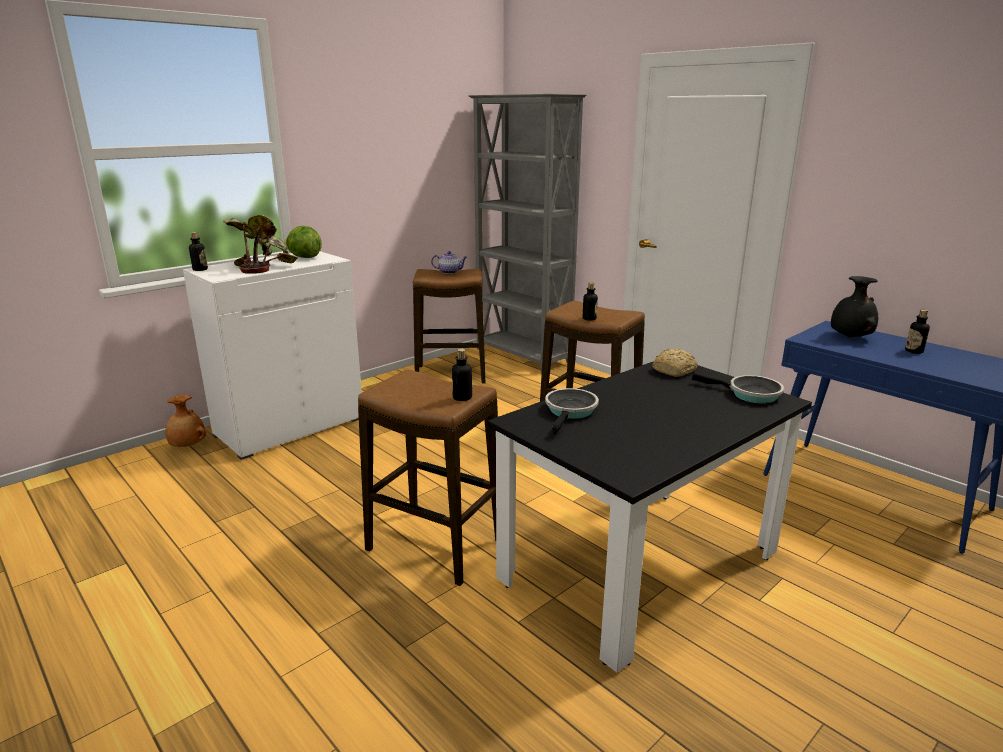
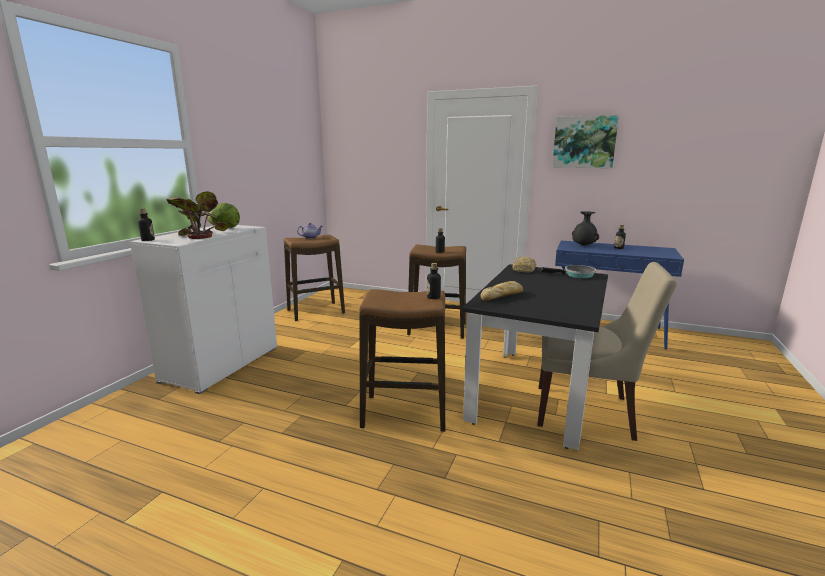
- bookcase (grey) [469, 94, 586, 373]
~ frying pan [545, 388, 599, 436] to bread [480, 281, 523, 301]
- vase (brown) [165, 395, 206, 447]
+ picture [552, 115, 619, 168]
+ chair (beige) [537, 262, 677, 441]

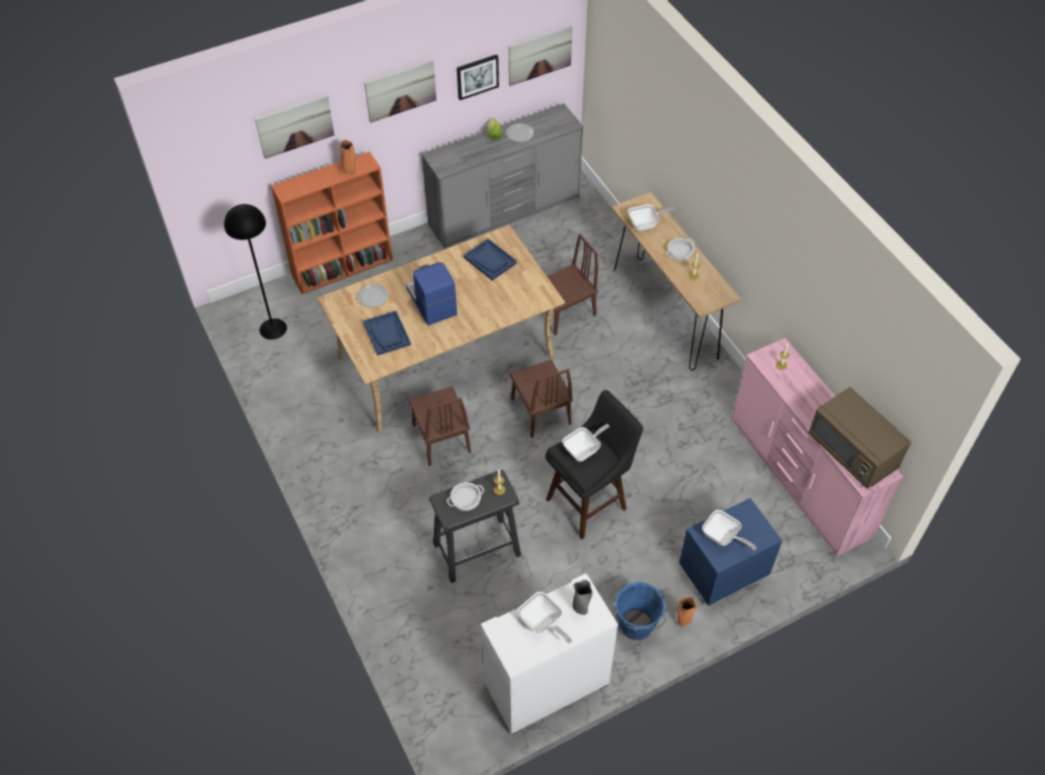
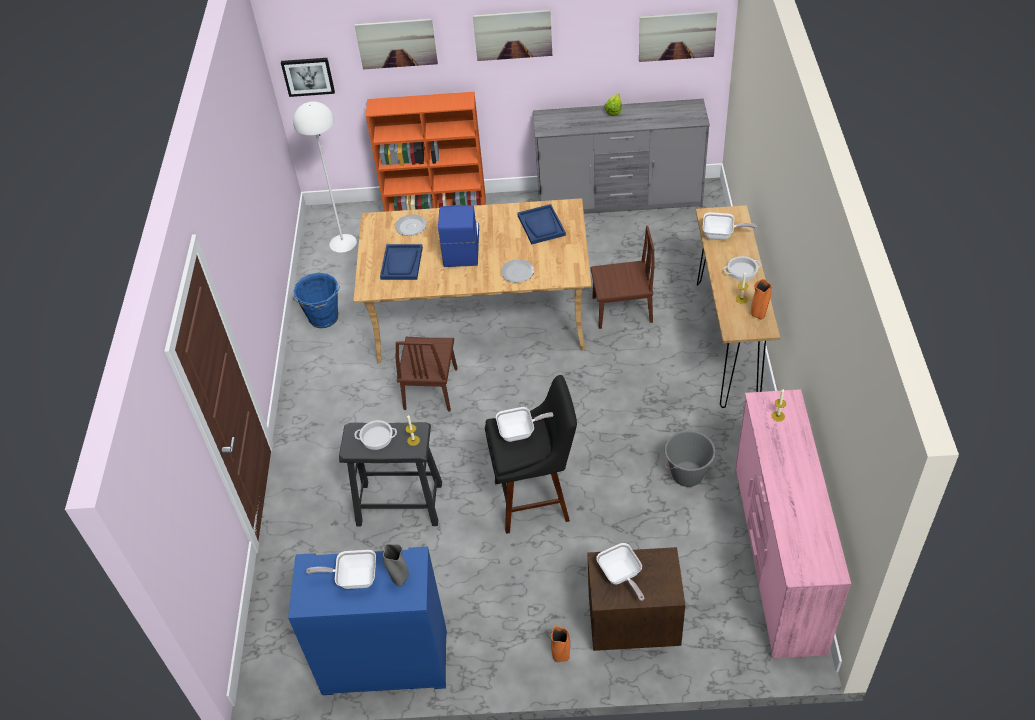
~ picture [457, 54, 499, 100] to [281, 58, 335, 97]
~ plate [506, 123, 534, 142] to [501, 259, 534, 283]
~ vase (orange) [339, 140, 355, 174] to [751, 279, 772, 320]
~ floor lamp (black) [224, 204, 287, 340] to floor lamp (white) [293, 101, 357, 253]
- chair (brown) [509, 360, 573, 438]
- microwave (brown) [808, 387, 911, 489]
~ nightstand (blue) [679, 498, 782, 606] to nightstand (brown) [588, 547, 685, 651]
~ cabinet (white) [481, 573, 618, 735] to cabinet (blue) [288, 547, 447, 695]
~ bucket (blue) [615, 582, 667, 640] to [293, 273, 340, 328]
~ frying pan [518, 592, 572, 644] = [306, 550, 376, 589] 105 degrees clockwise
+ bucket (grey) [664, 430, 715, 487]

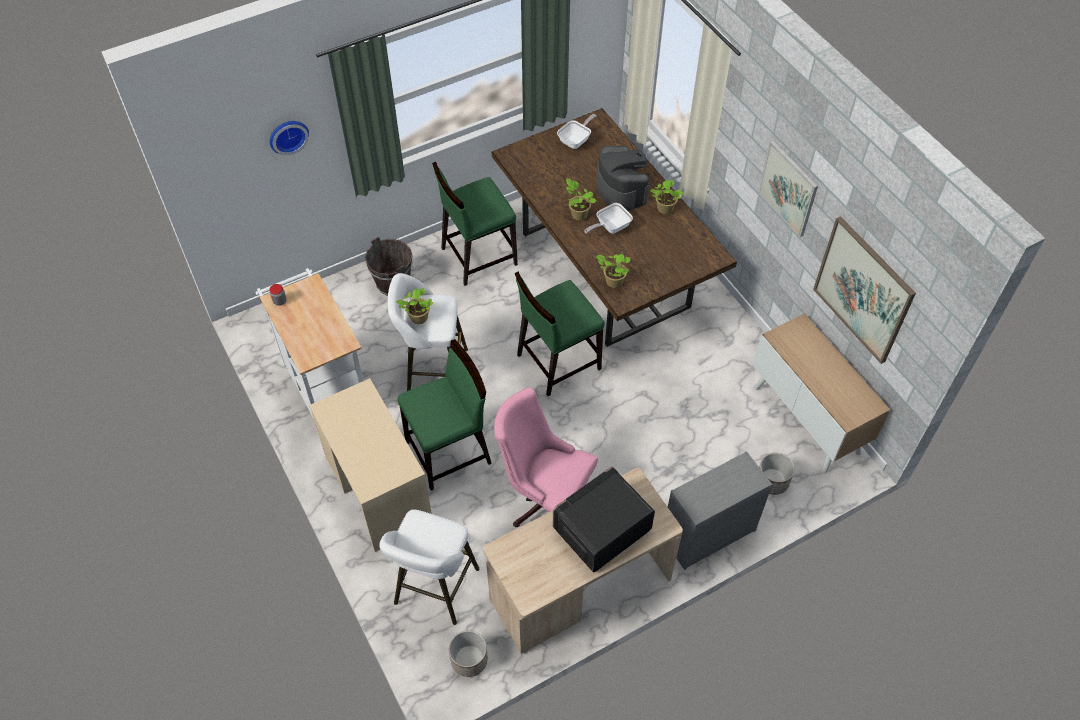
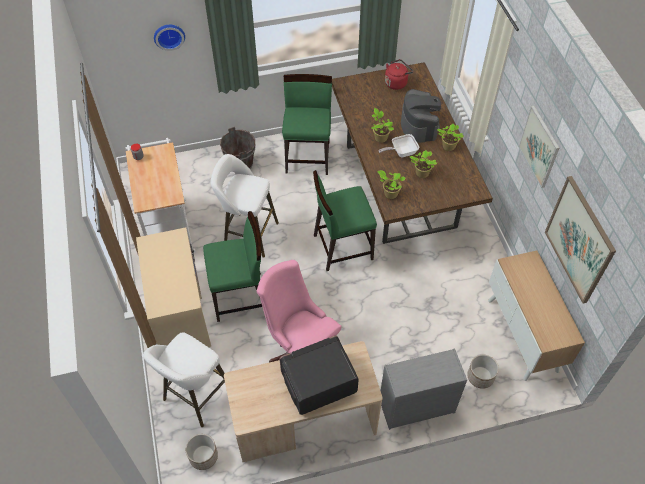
~ frying pan [557, 114, 597, 149] to kettle (red) [385, 59, 413, 90]
~ chair (green) [432, 162, 518, 286] = [282, 74, 332, 175] 105 degrees clockwise
~ potted plant [396, 288, 433, 324] to [410, 150, 437, 178]

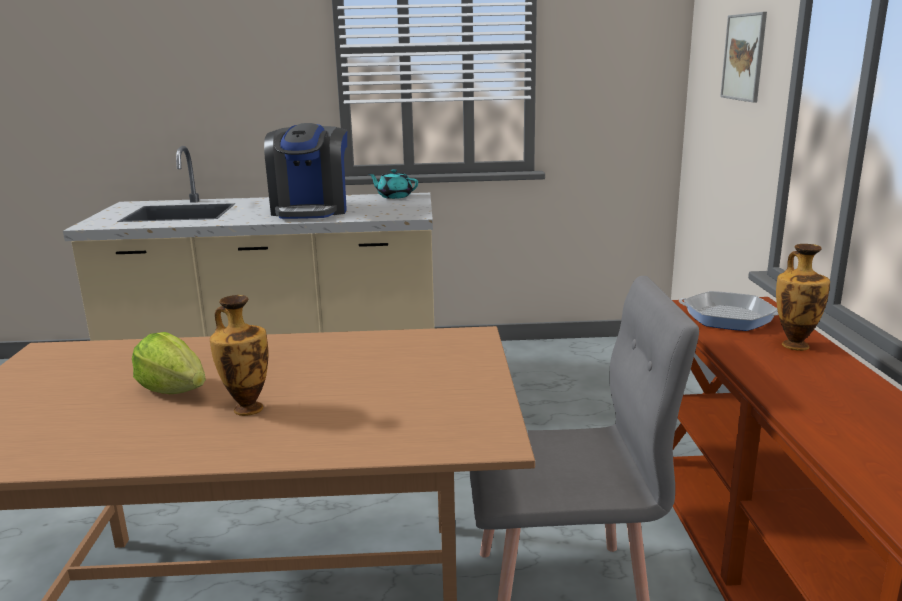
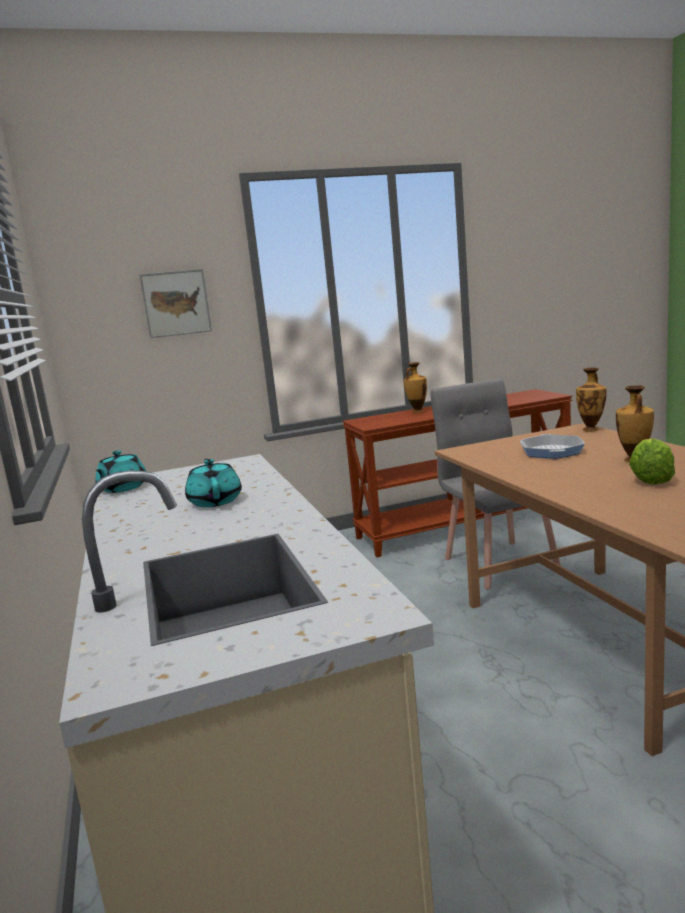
~ coffee machine [264, 123, 347, 219] to teapot (turquoise) [185, 459, 242, 507]
~ frying pan [679, 291, 779, 331] to [520, 434, 585, 459]
+ vase [576, 367, 607, 431]

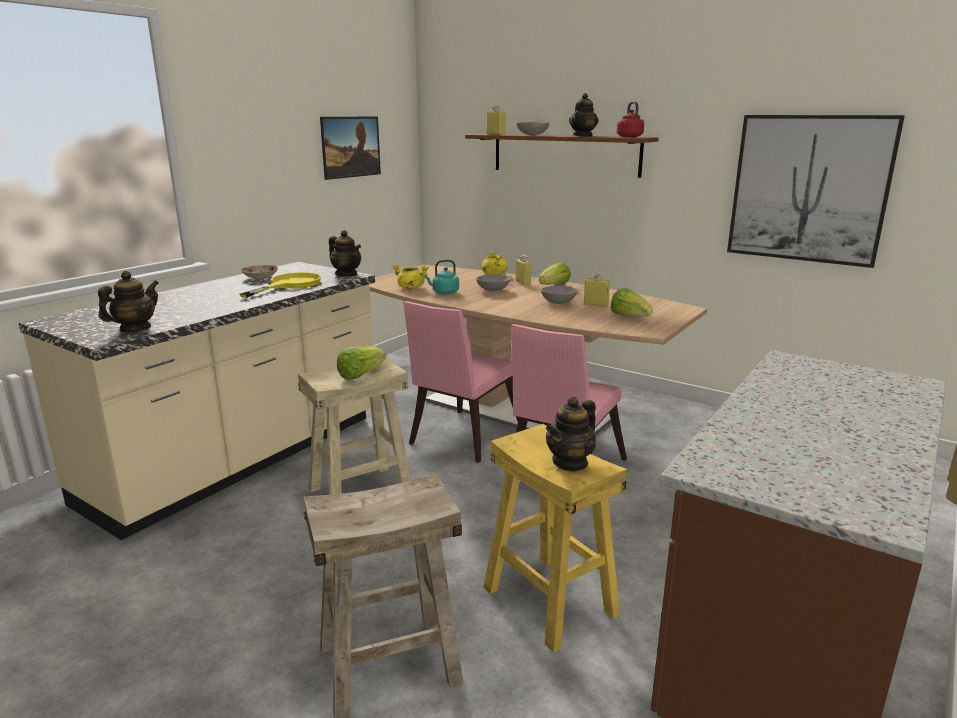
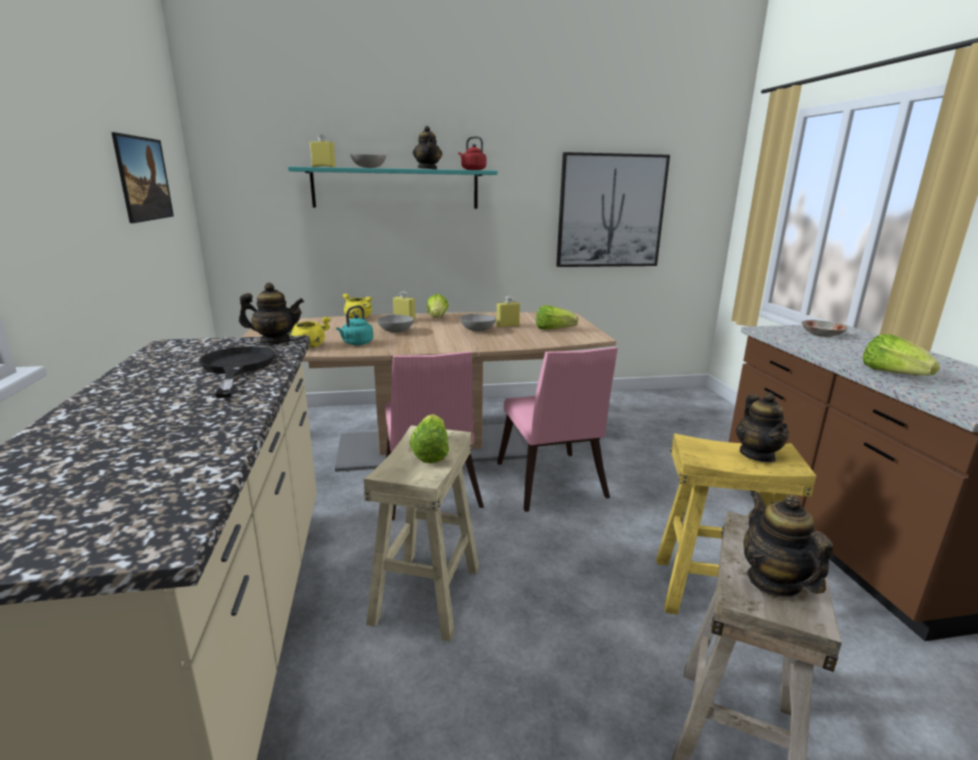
~ shelf (brown) [465, 134, 659, 178] to shelf (turquoise) [288, 167, 498, 209]
~ plate [241, 265, 278, 279] to [801, 320, 848, 337]
~ teapot [98, 271, 159, 332] to [743, 492, 833, 598]
~ frying pan (yellow) [239, 272, 321, 298] to frying pan (black) [199, 346, 275, 398]
+ lettuce [863, 334, 940, 375]

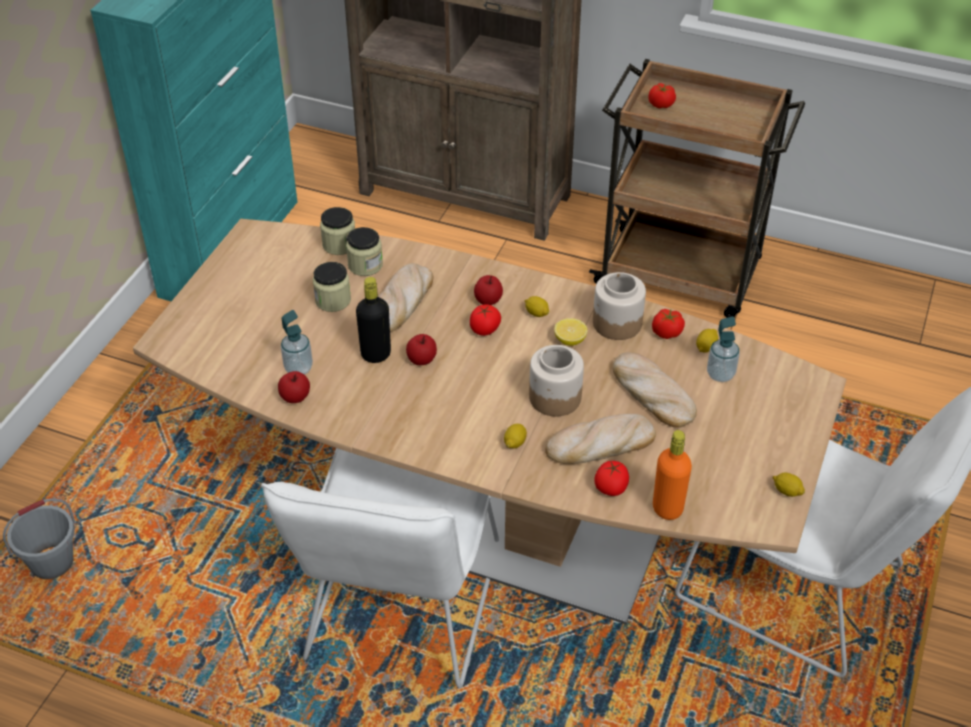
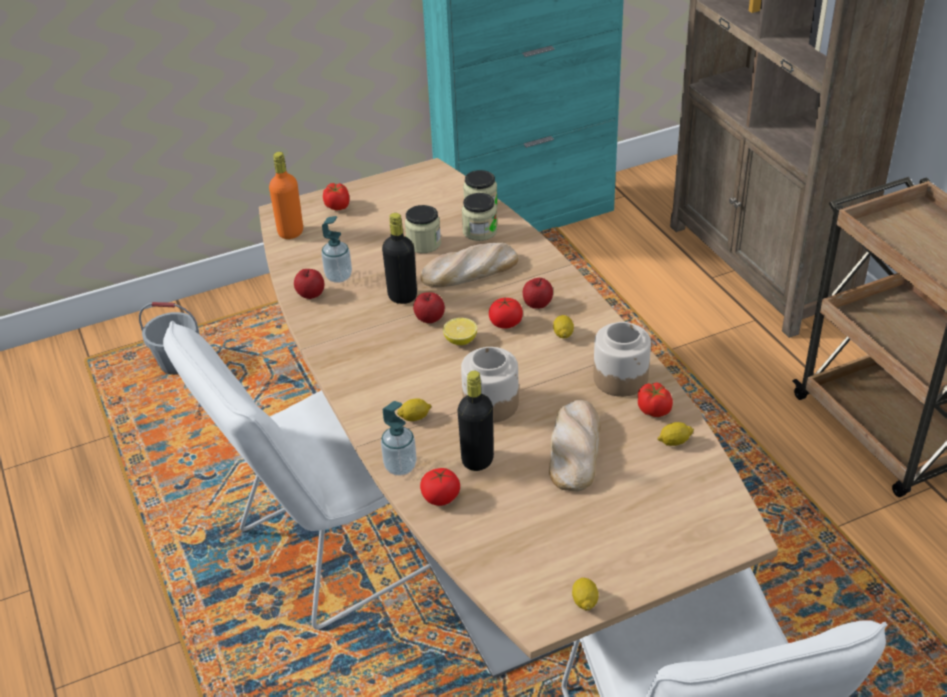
~ tomato [648, 83, 676, 108] to [323, 183, 350, 211]
~ soap dispenser [707, 317, 740, 382] to [381, 401, 417, 476]
~ lemon [554, 318, 587, 346] to [443, 318, 477, 345]
~ bread [545, 414, 656, 464] to bottle (black) [458, 371, 494, 471]
~ bottle (orange) [653, 430, 692, 520] to [269, 152, 303, 239]

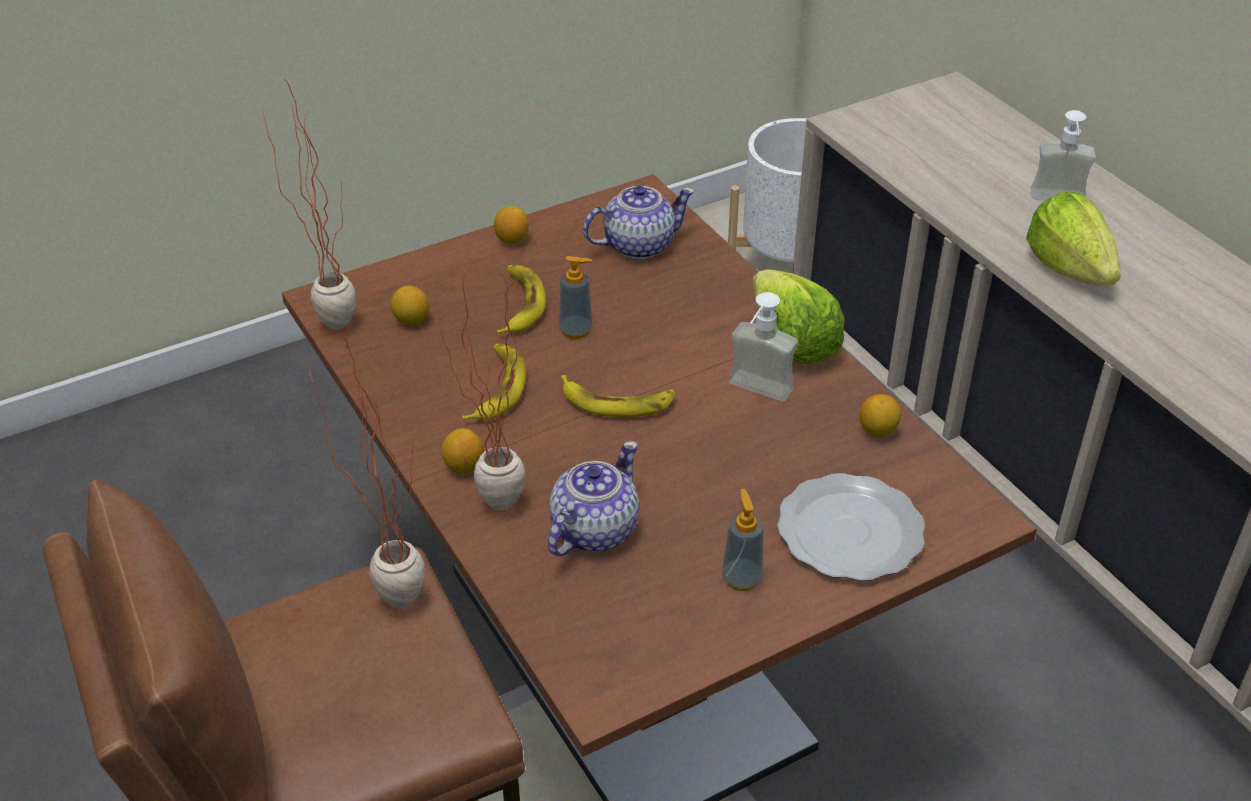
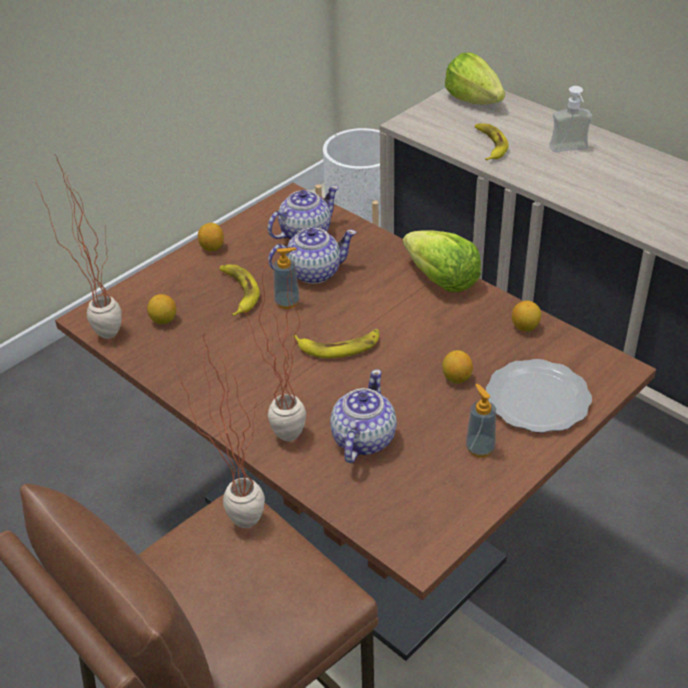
~ lettuce [1026, 192, 1121, 286] to [445, 52, 505, 104]
- soap dispenser [729, 292, 798, 401]
~ banana [463, 344, 526, 420] to [475, 123, 509, 161]
~ lemon [441, 428, 484, 474] to [442, 350, 473, 383]
+ teapot [268, 228, 357, 284]

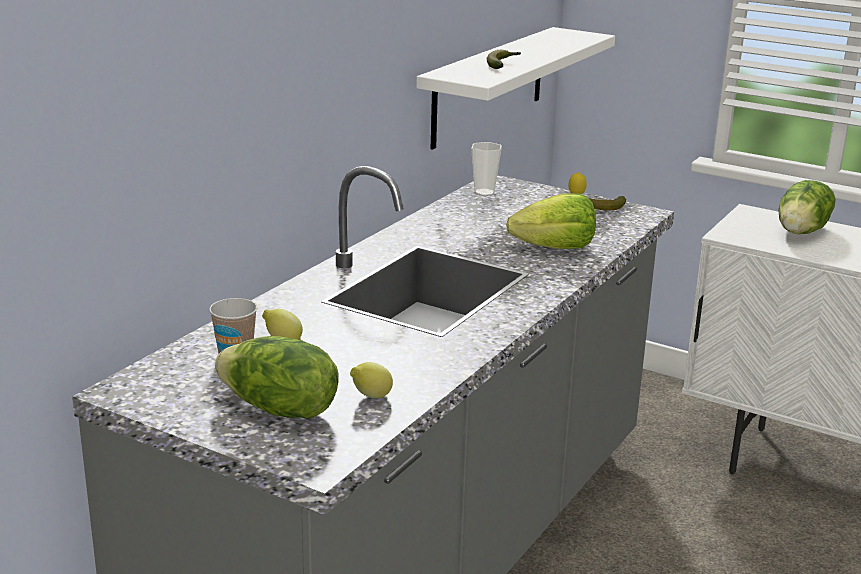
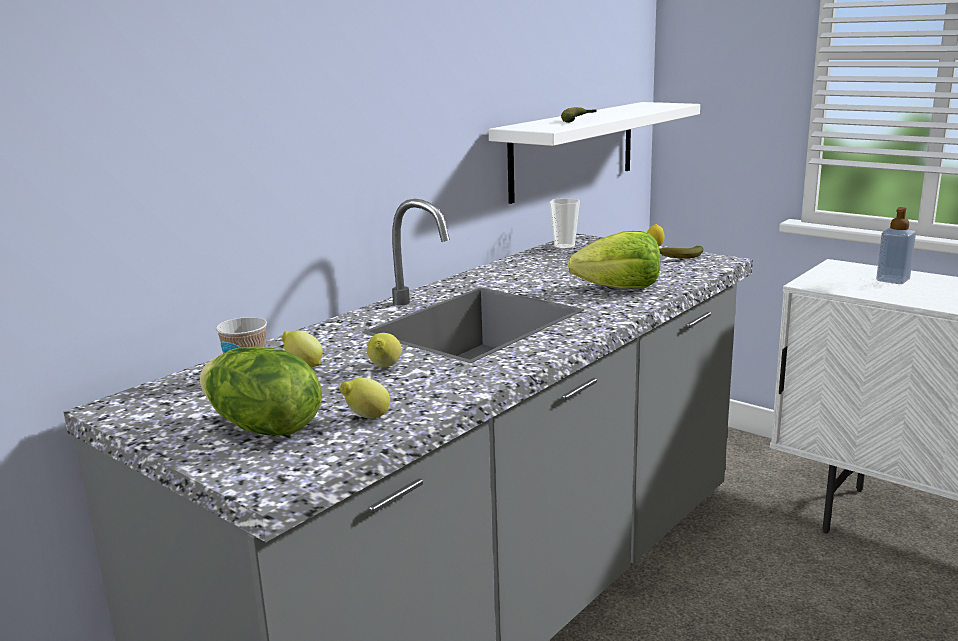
~ lettuce [779, 180, 836, 234] to soap dispenser [876, 207, 916, 284]
+ lemon [367, 333, 401, 367]

